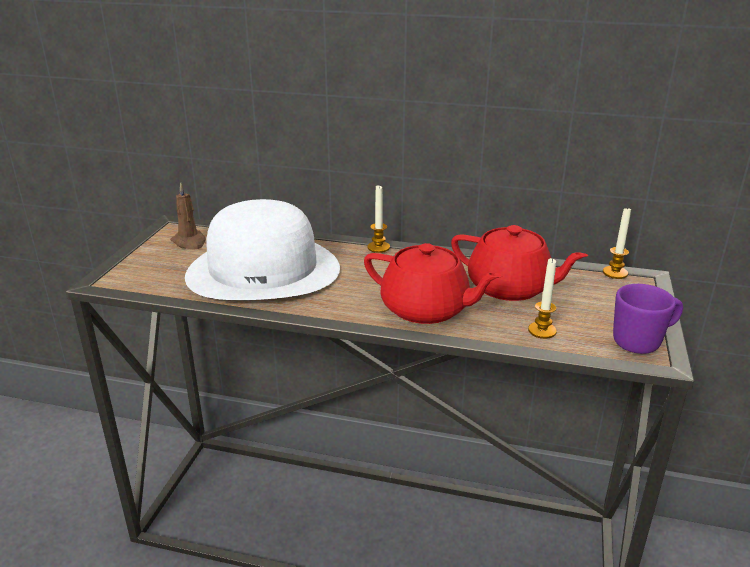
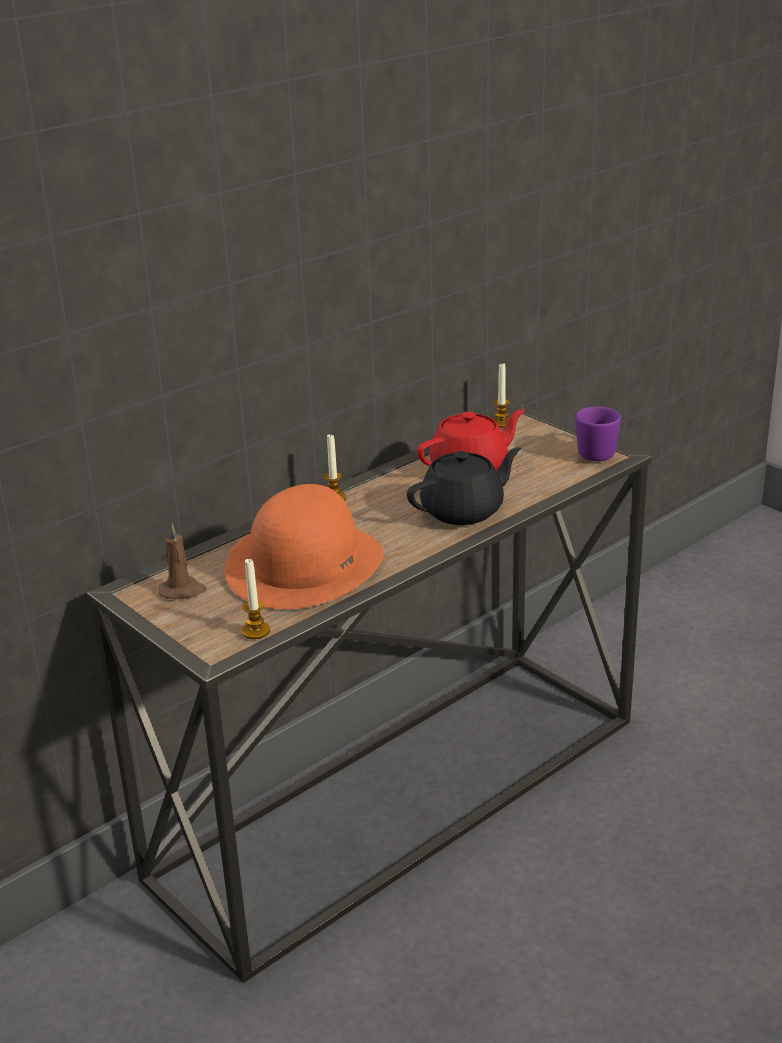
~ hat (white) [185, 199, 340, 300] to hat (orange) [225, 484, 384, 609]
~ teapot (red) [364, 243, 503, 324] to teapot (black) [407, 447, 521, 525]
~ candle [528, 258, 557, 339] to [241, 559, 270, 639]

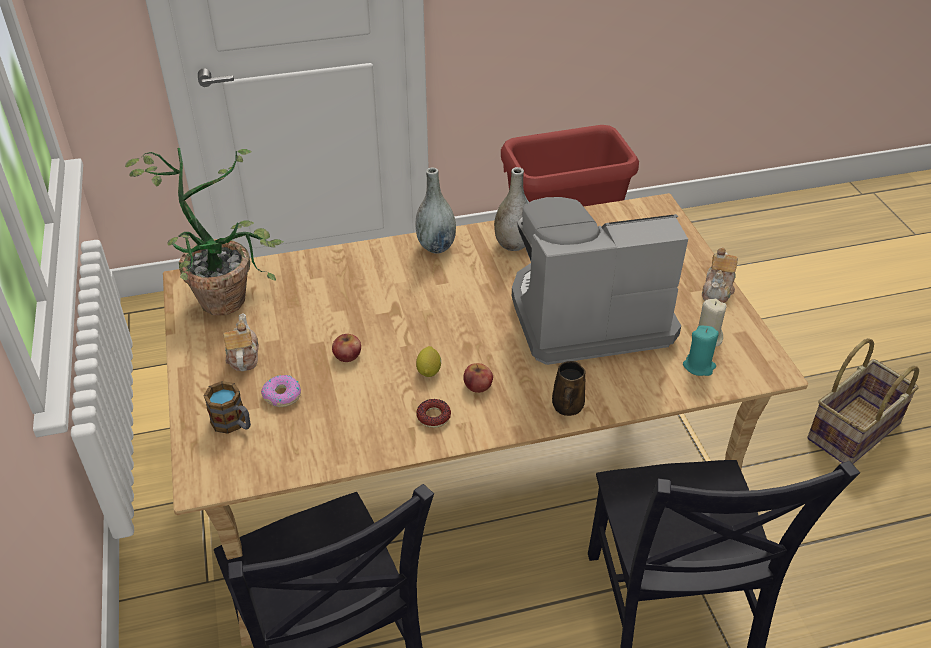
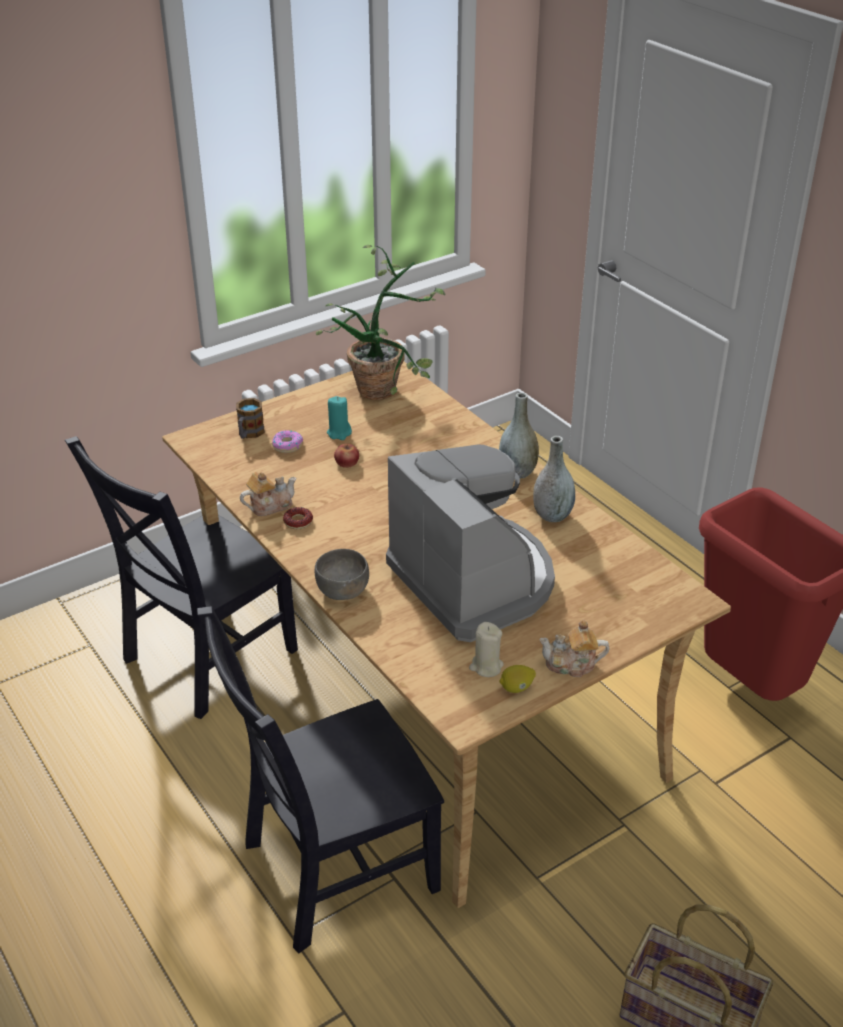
~ teapot [224, 313, 259, 371] to [240, 472, 296, 516]
~ candle (turquoise) [683, 325, 719, 376] to [327, 396, 352, 440]
~ lemon [416, 346, 441, 377] to [499, 665, 536, 693]
~ mug (brown) [552, 361, 585, 416] to bowl (grey) [315, 549, 369, 600]
- apple [463, 363, 493, 393]

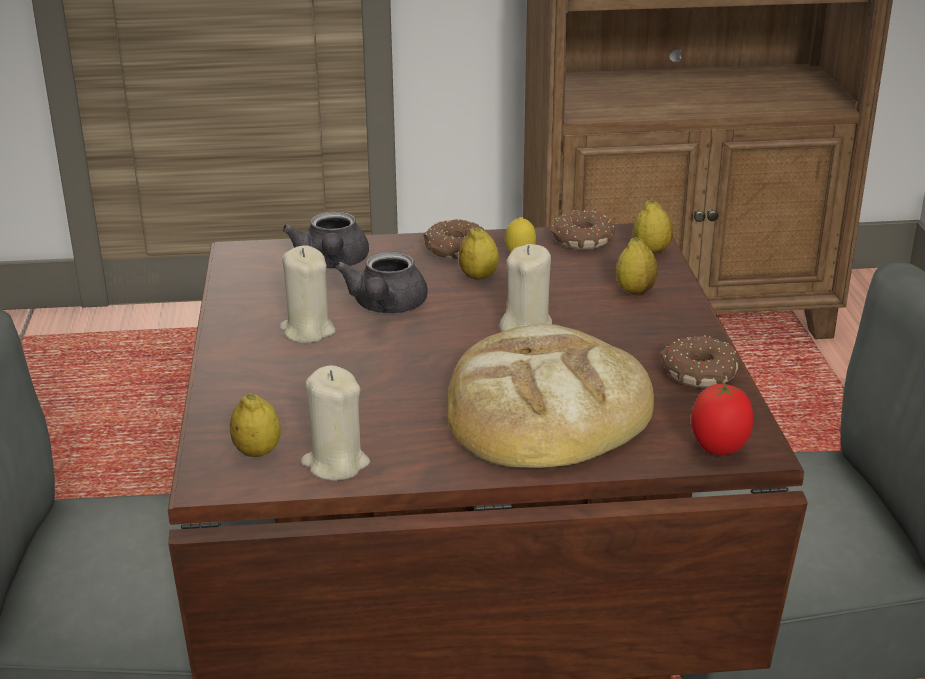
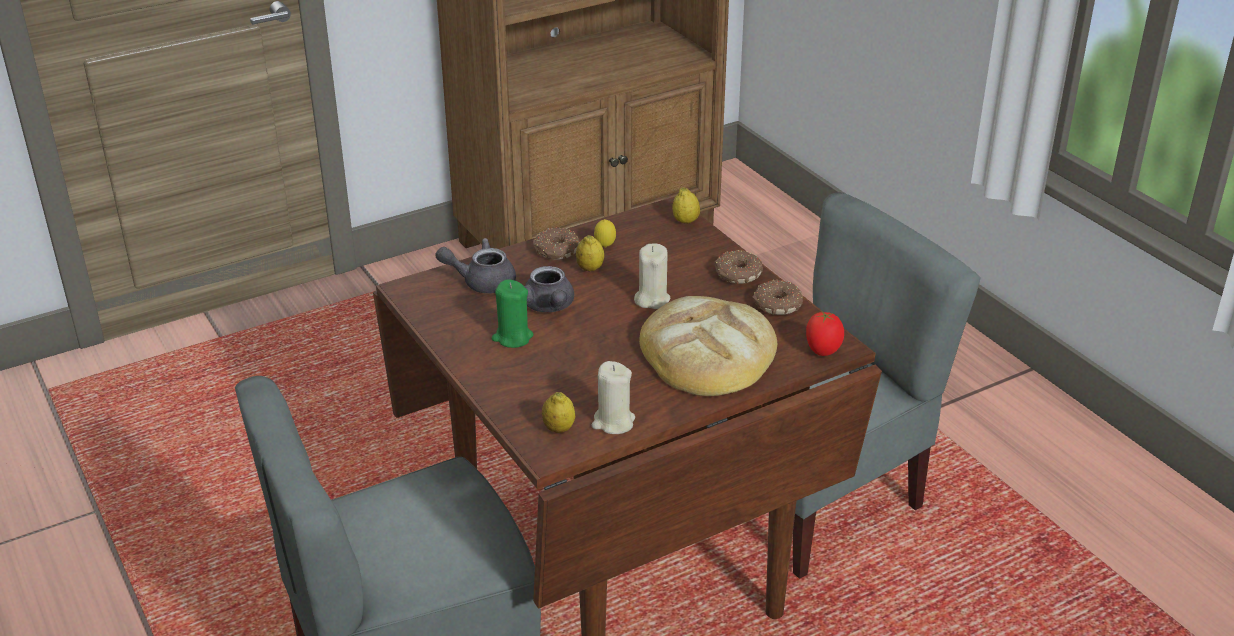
~ donut [551, 210, 615, 250] to [714, 250, 763, 284]
~ teapot (grey) [282, 211, 369, 268] = [436, 238, 516, 293] 120 degrees clockwise
- lemon [616, 237, 658, 296]
~ candle (beige) [279, 245, 336, 343] to candle (green) [492, 279, 534, 348]

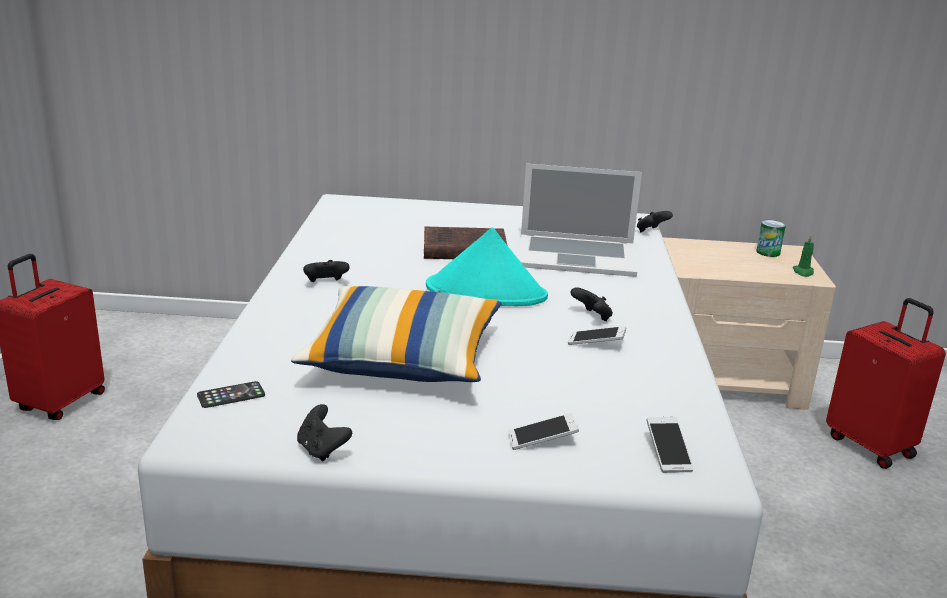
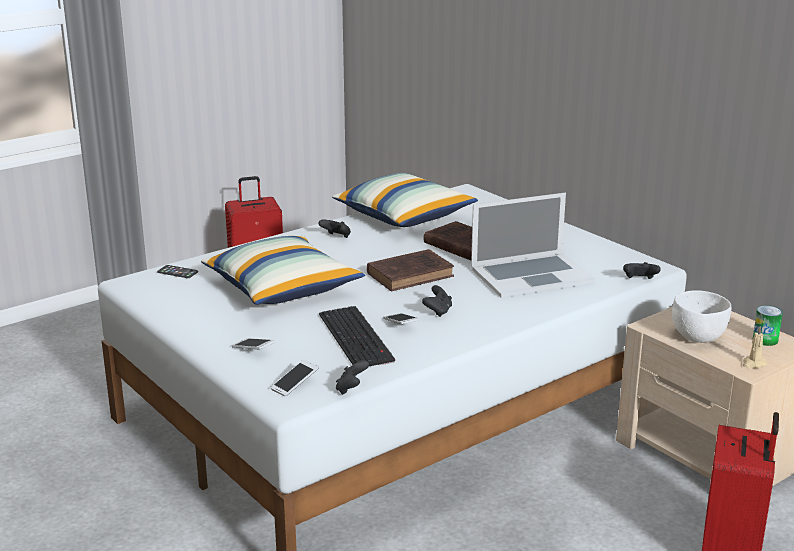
~ laptop [517, 163, 642, 277] = [471, 193, 596, 298] 75 degrees counterclockwise
~ hat (turquoise) [426, 227, 548, 306] to book (brown) [367, 249, 454, 291]
~ candle (green) [793, 235, 814, 277] to candle (beige) [743, 326, 767, 368]
~ game controller (black) [297, 404, 352, 461] to [336, 360, 369, 395]
+ pillow [332, 173, 478, 227]
+ bowl (white) [672, 290, 731, 343]
+ keyboard [319, 306, 395, 366]

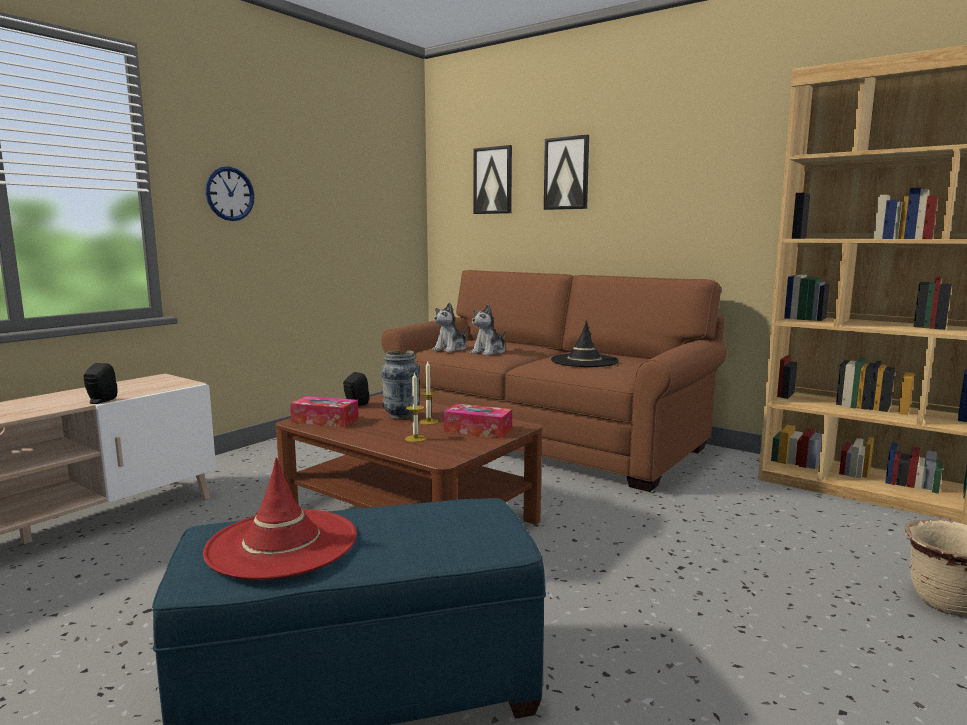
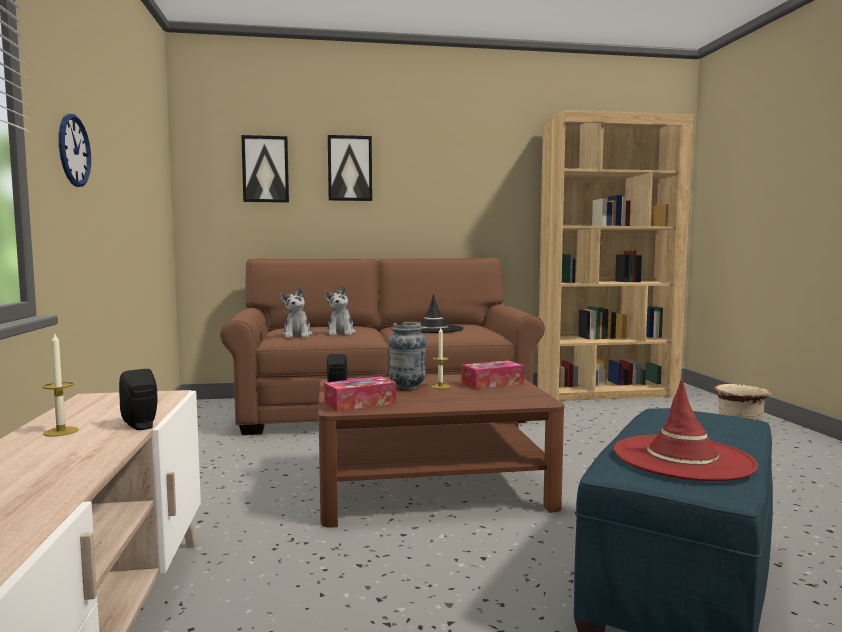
~ candle [405, 373, 426, 442] to [43, 334, 79, 437]

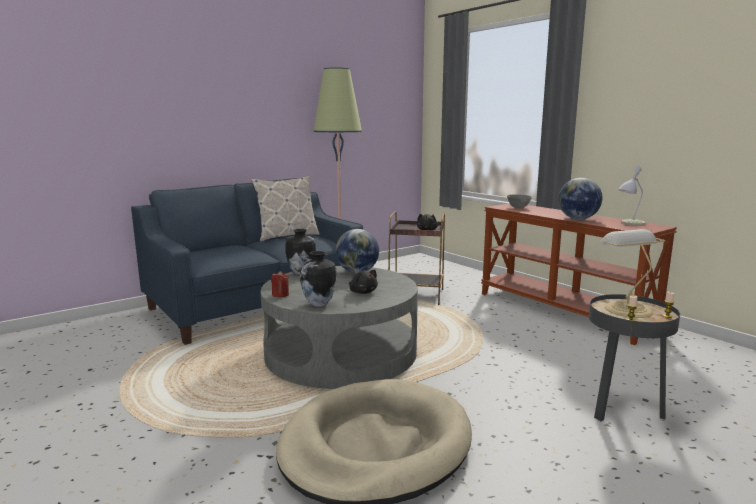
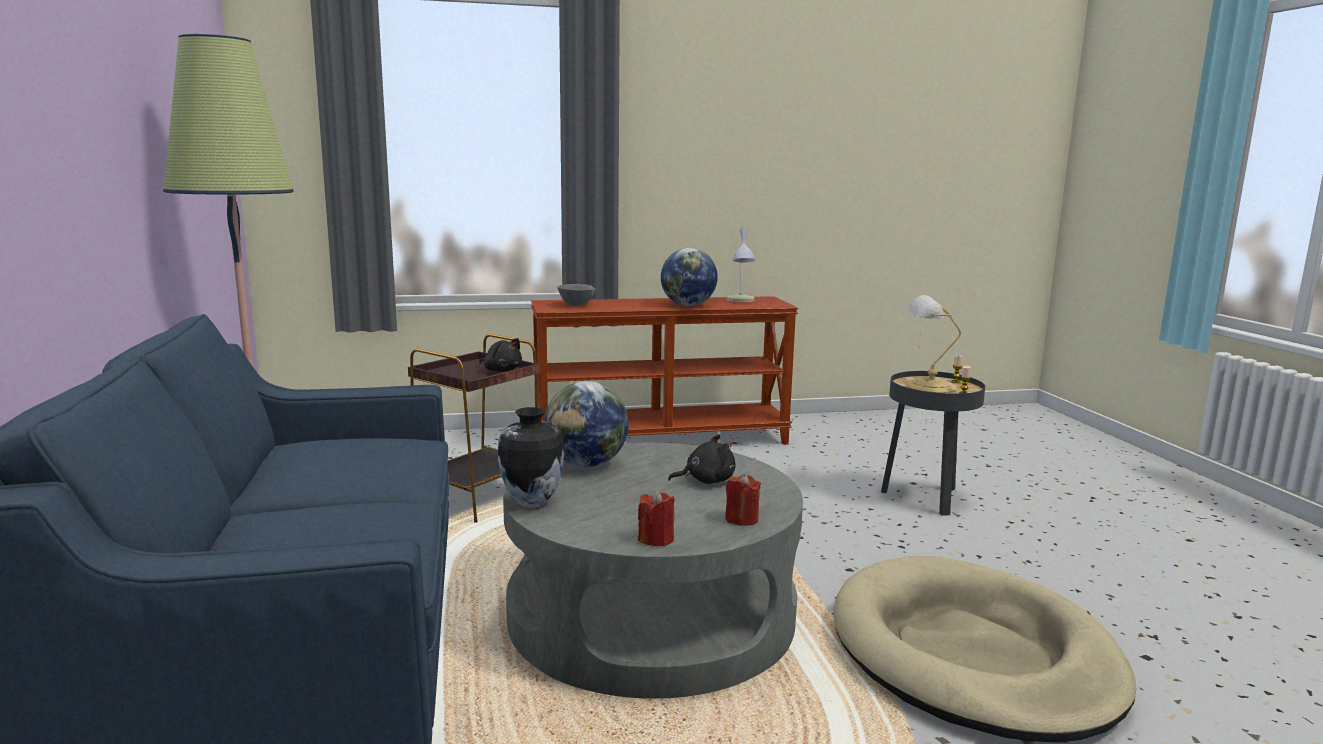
- pillow [251, 176, 319, 241]
~ vase [300, 251, 337, 307] to candle (red) [725, 473, 761, 526]

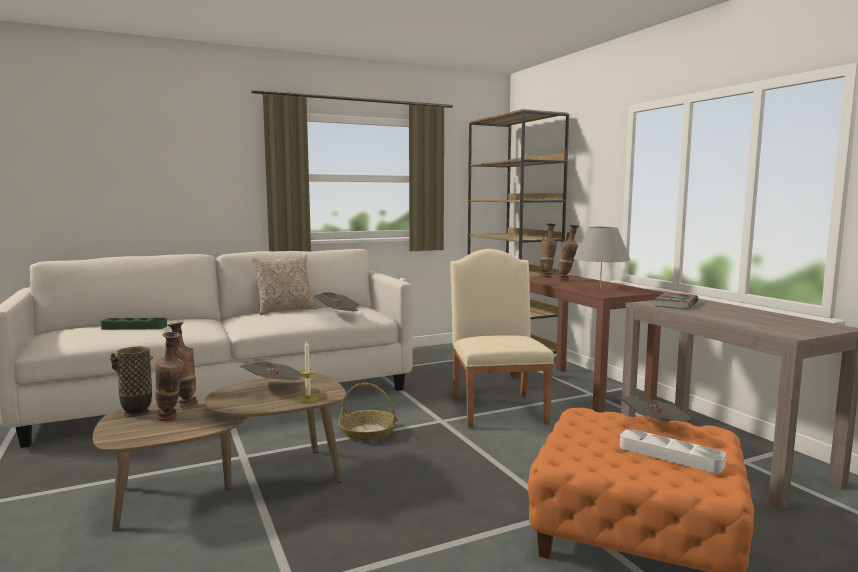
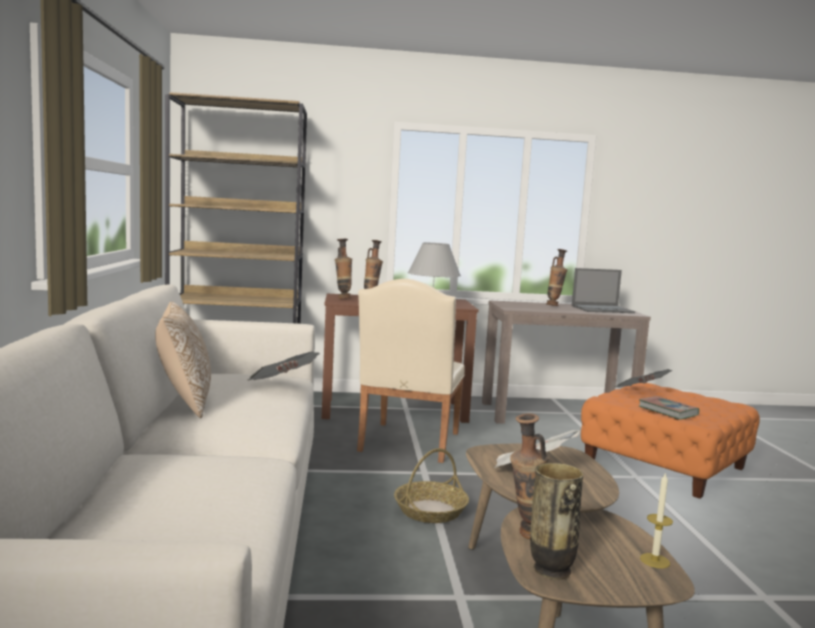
~ chair (beige) [450, 249, 554, 429] = [357, 279, 465, 463] 90 degrees counterclockwise
~ book [655, 292, 699, 309] to [639, 396, 699, 420]
- tray (green) [100, 318, 167, 330]
~ vase [155, 332, 184, 421] to [546, 249, 567, 306]
~ candle [299, 340, 318, 403] to [640, 472, 673, 568]
- tray (white) [620, 429, 726, 473]
+ laptop [572, 268, 635, 313]

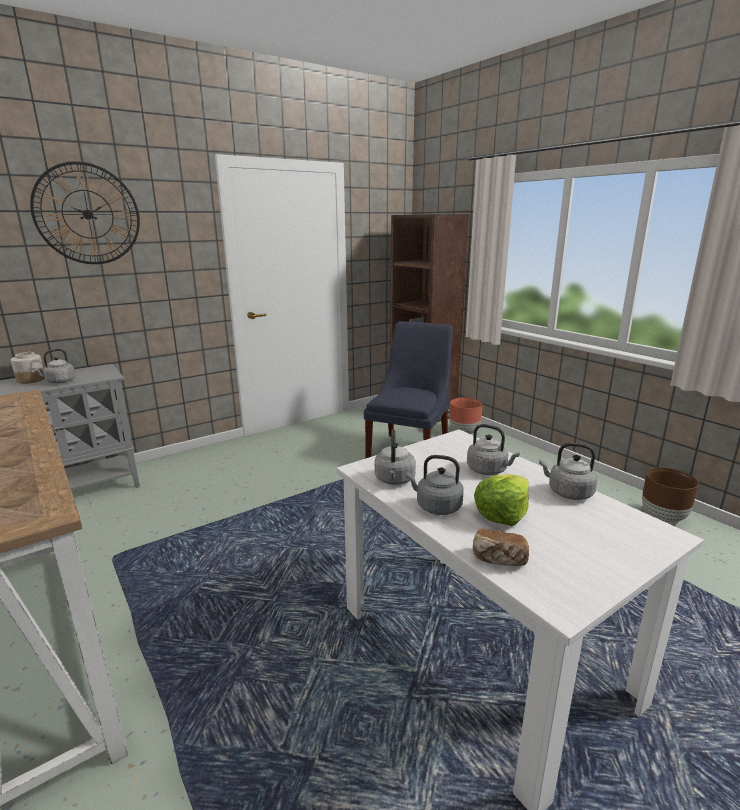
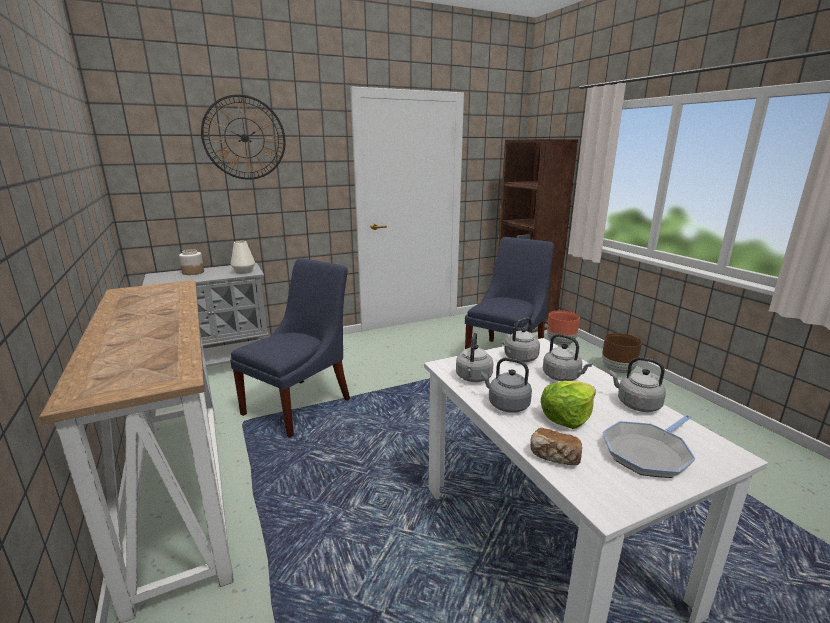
~ kettle (grey) [33, 349, 76, 384] to [502, 317, 540, 362]
~ planter (brown) [642, 467, 699, 523] to [602, 333, 642, 374]
+ vase (white) [231, 241, 255, 274]
+ chair (blue) [230, 258, 350, 438]
+ frying pan [603, 415, 696, 478]

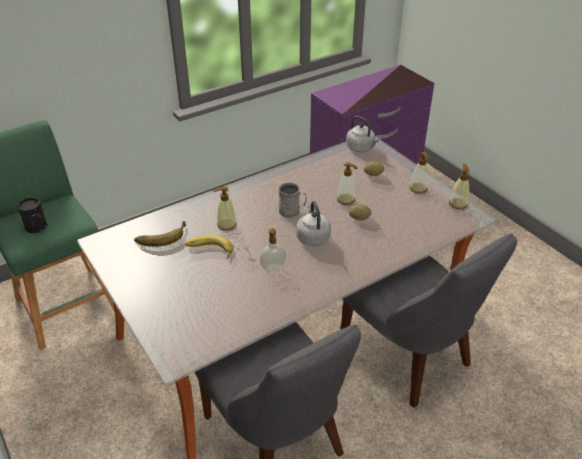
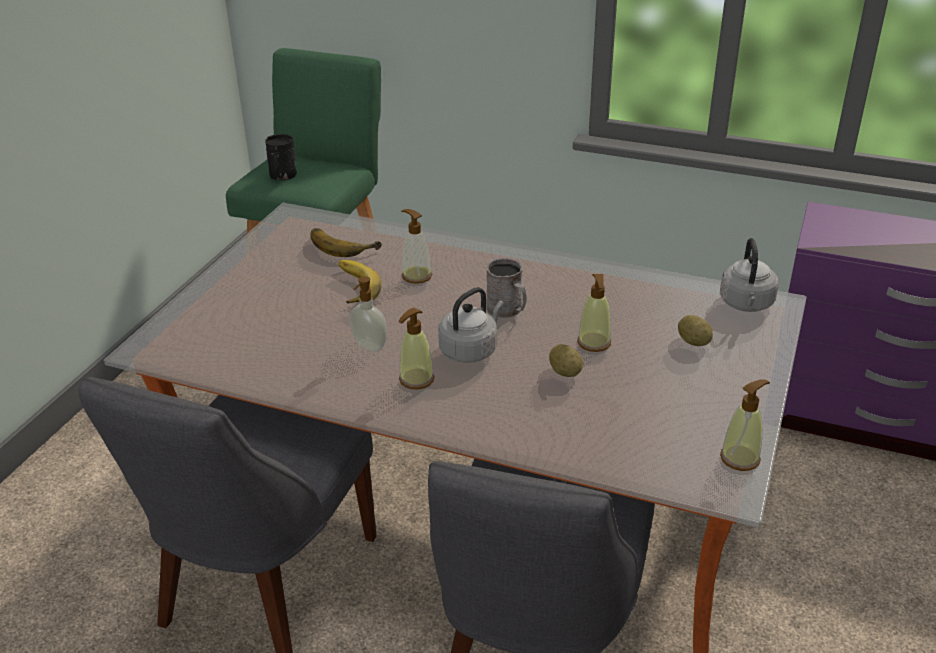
~ soap dispenser [409, 152, 429, 194] to [399, 308, 435, 389]

